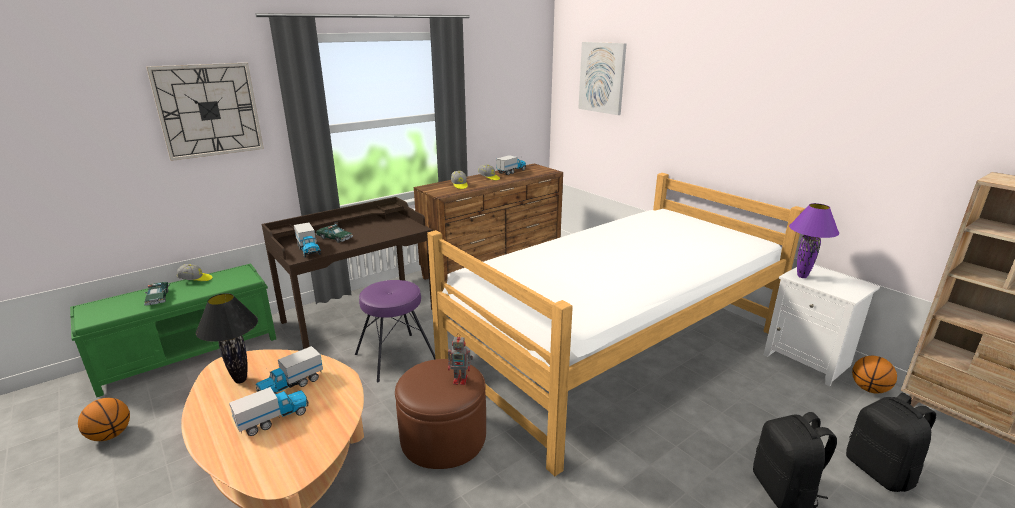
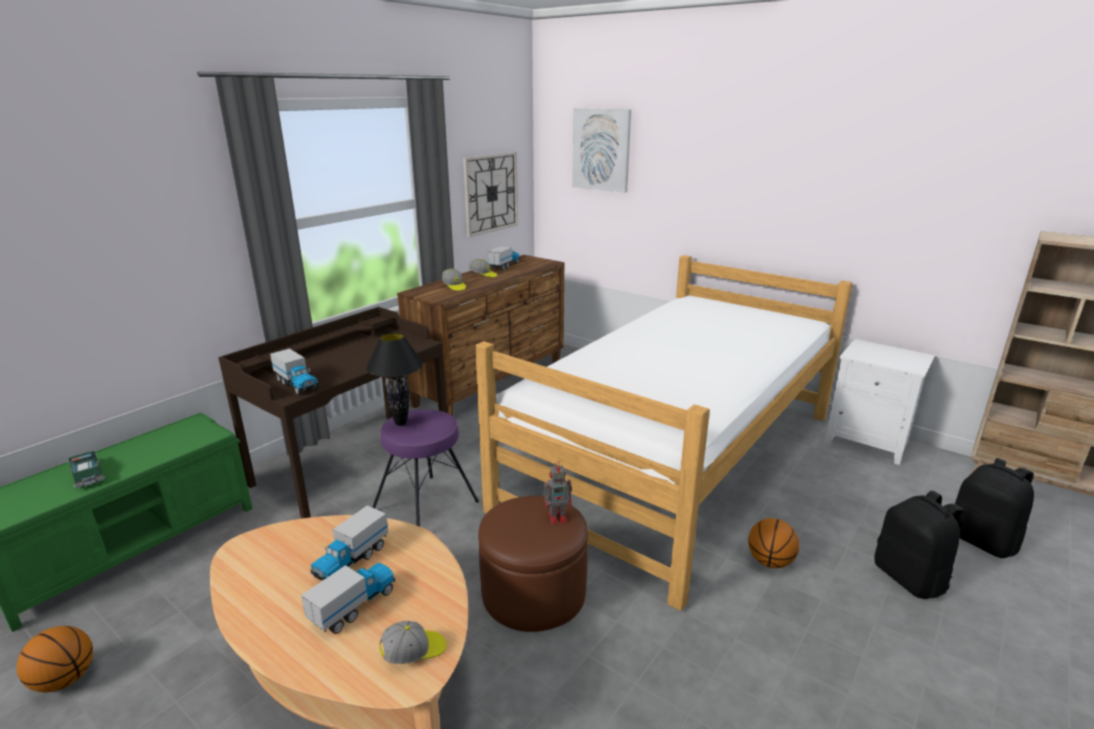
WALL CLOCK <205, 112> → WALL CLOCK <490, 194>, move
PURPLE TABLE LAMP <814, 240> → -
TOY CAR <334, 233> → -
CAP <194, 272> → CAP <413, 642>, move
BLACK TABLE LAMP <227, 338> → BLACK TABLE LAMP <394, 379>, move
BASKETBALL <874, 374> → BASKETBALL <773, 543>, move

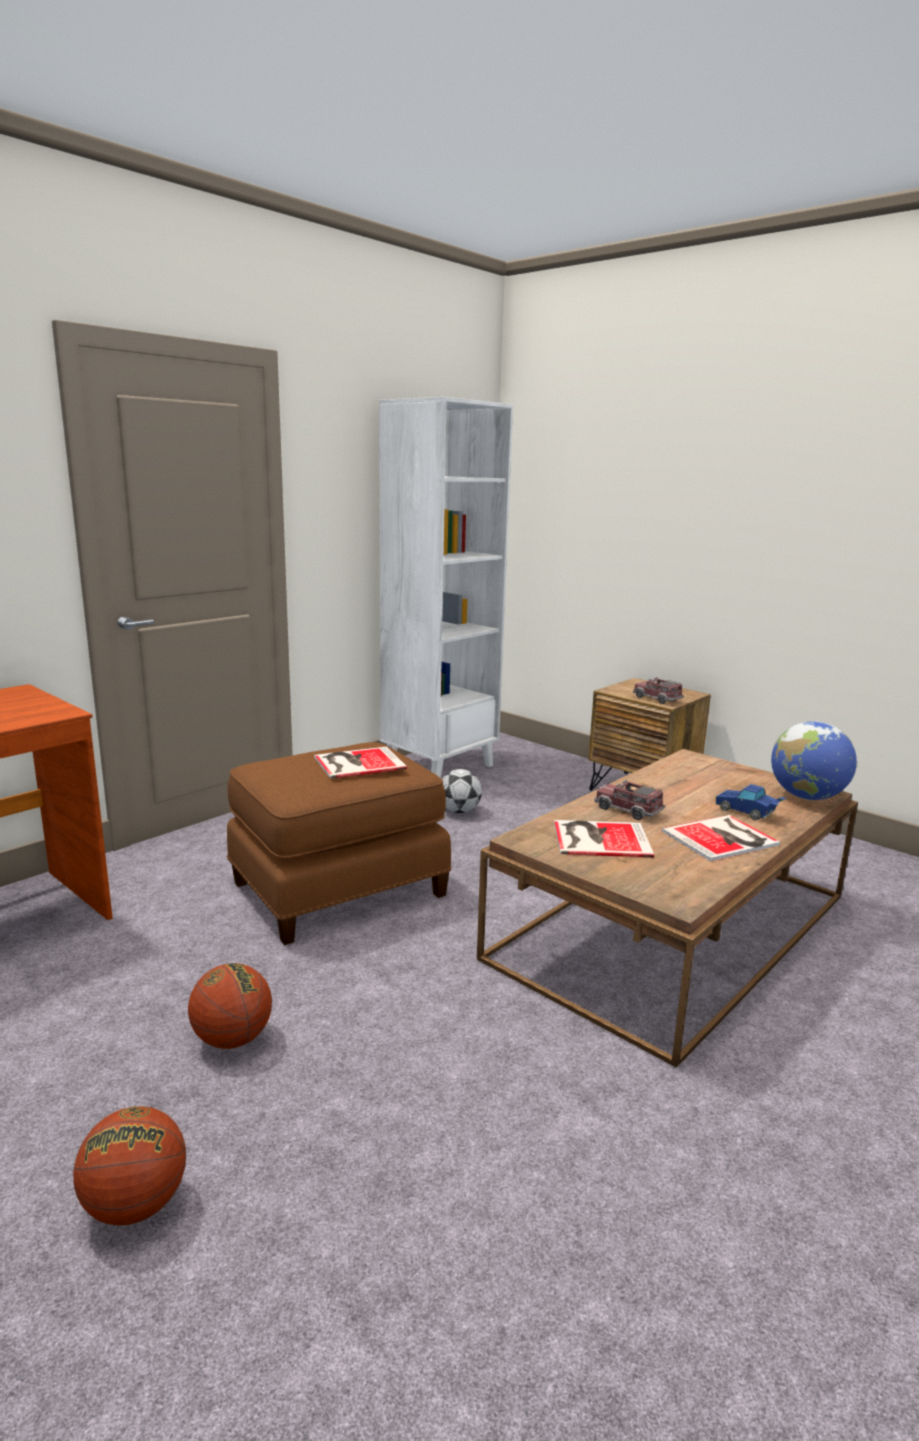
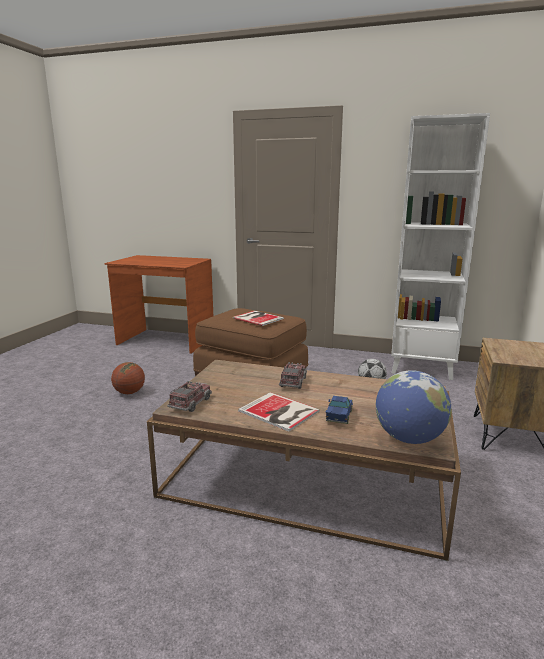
TOY TRUCK <658, 690> → TOY TRUCK <189, 396>, move
BOOK <604, 838> → -
BASKETBALL <129, 1165> → -

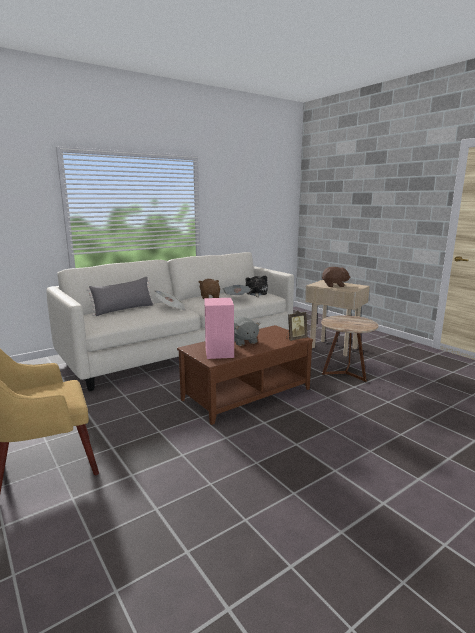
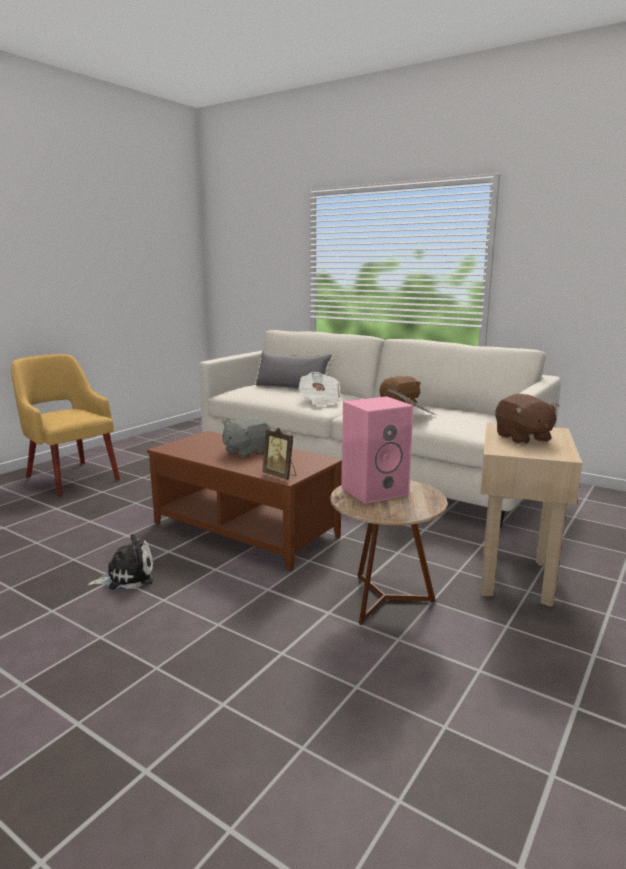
PLUSH TOY <257, 286> → PLUSH TOY <120, 561>, move
PINK SPEAKER <219, 328> → PINK SPEAKER <377, 450>, move

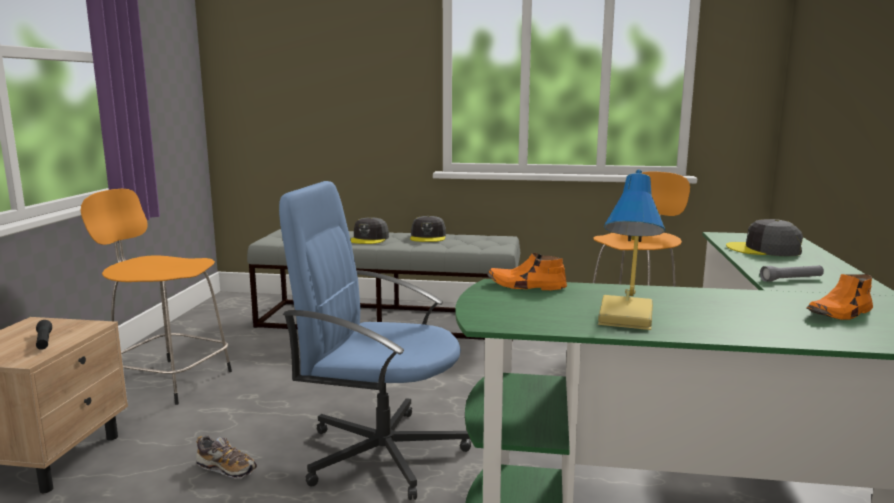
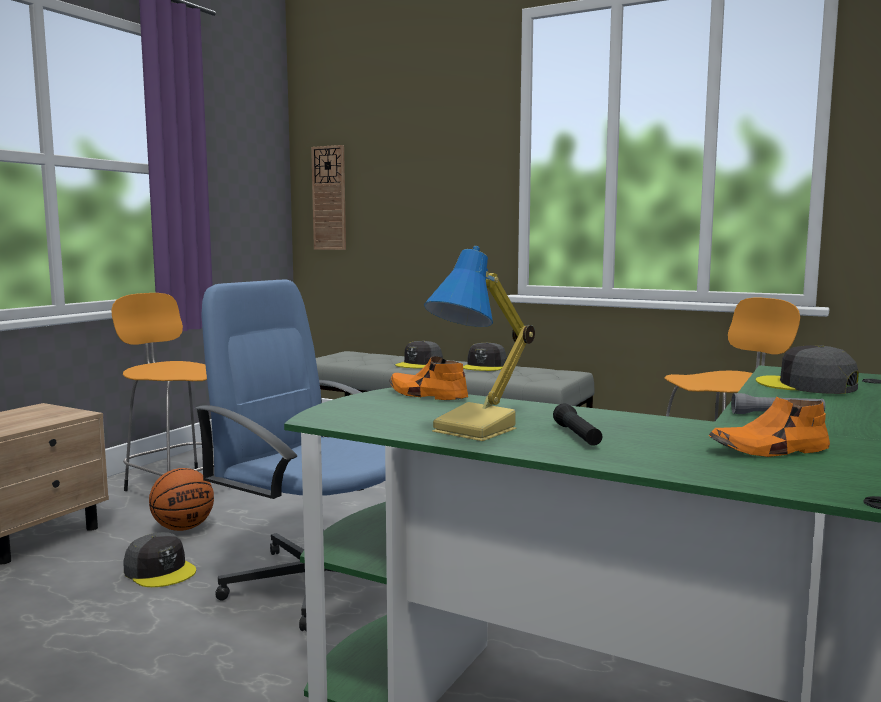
BLACK FLASHLIGHT <44, 335> → BLACK FLASHLIGHT <578, 424>, move
SHOE <226, 457> → GREY CAP <160, 559>
- → WALL CLOCK <328, 197>
- → BASKETBALL <181, 499>

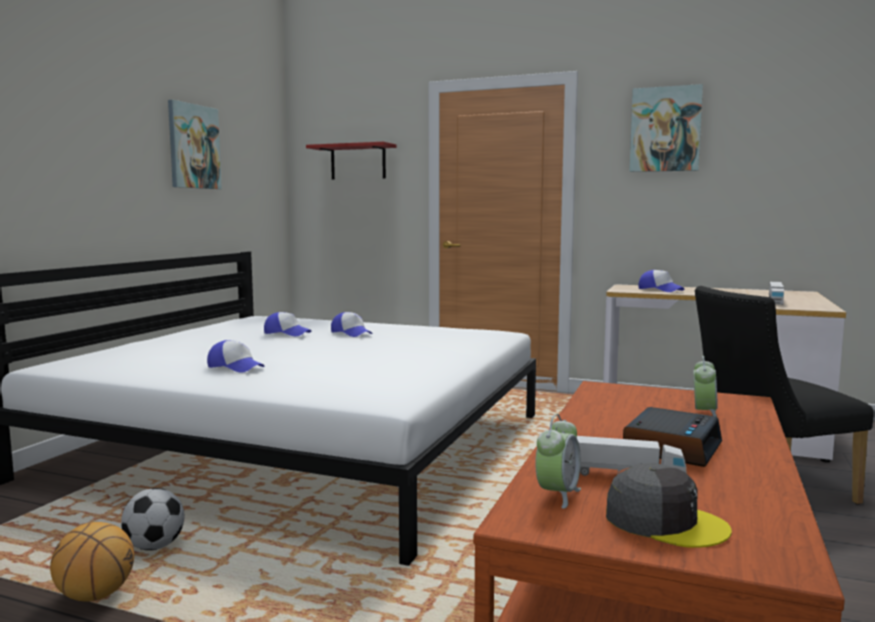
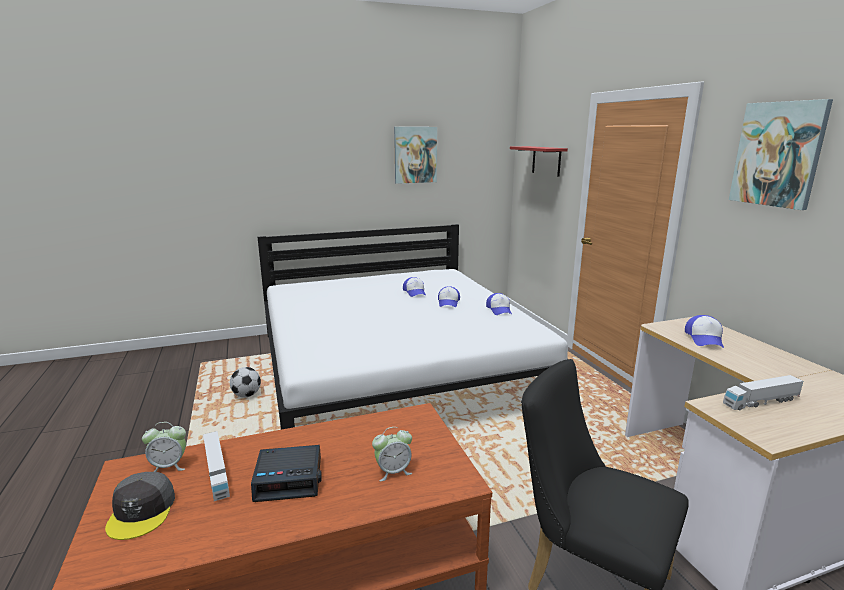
CAP <236, 356> → CAP <499, 304>, move
BASKETBALL <92, 562> → -

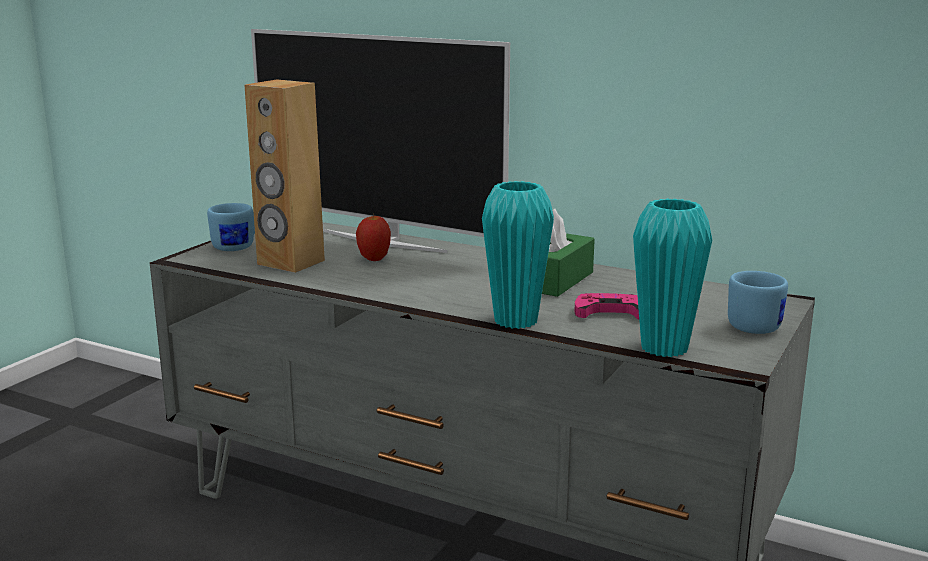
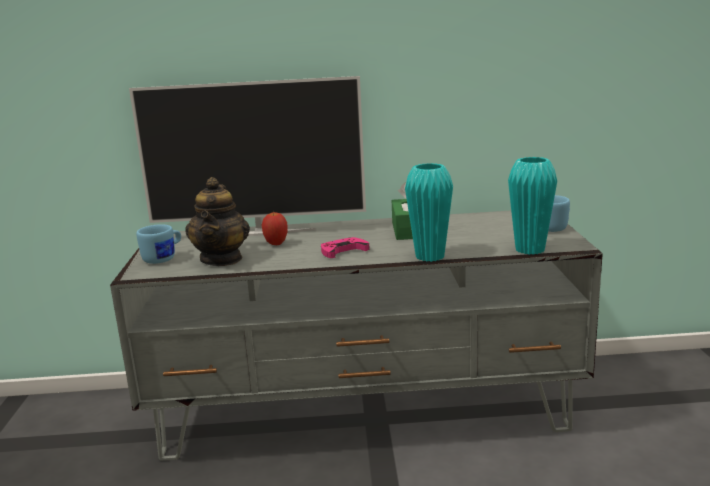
BROWN SPEAKER <284, 176> → TEAPOT <217, 221>
PINK GAME CONTROLLER <607, 306> → PINK GAME CONTROLLER <345, 247>, move

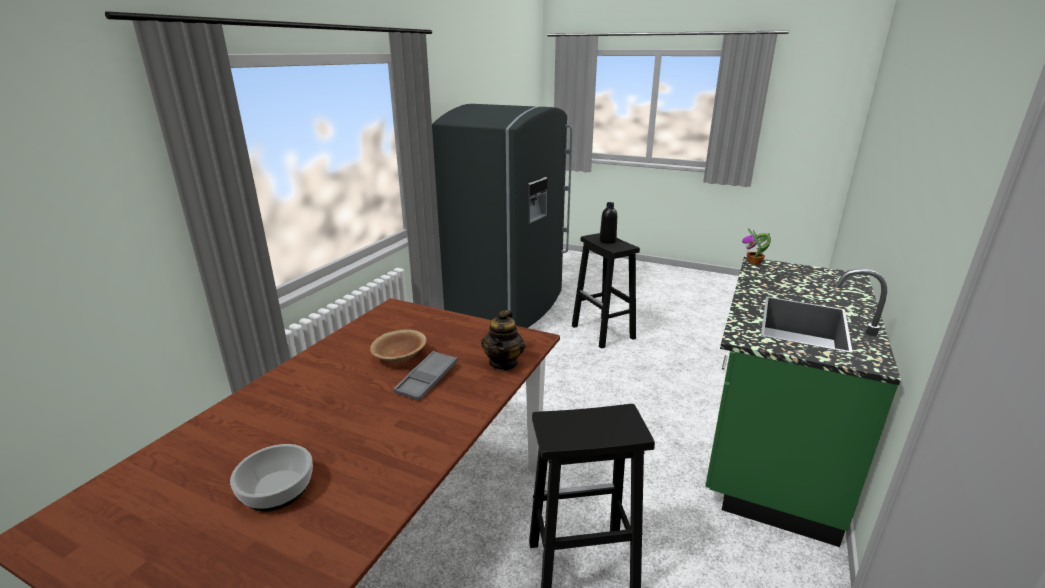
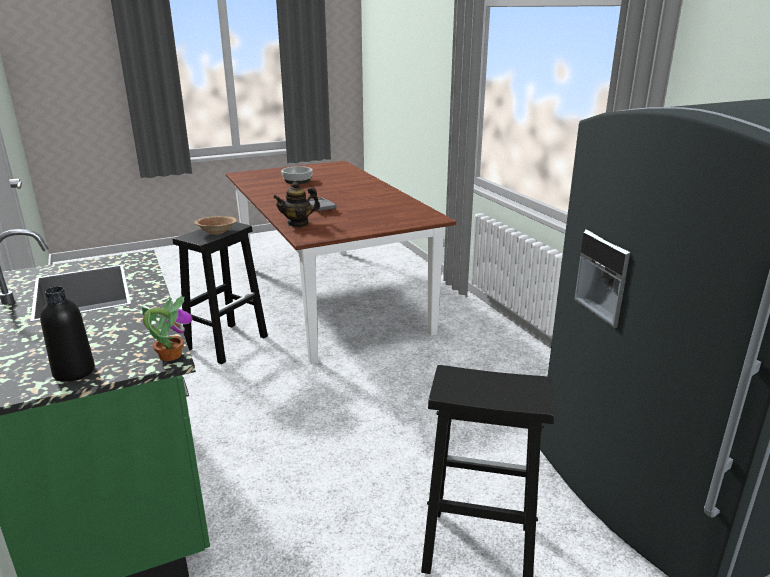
BLACK BOTTLE <608, 223> → BLACK BOTTLE <67, 334>, move
TEAPOT <503, 340> → TEAPOT <296, 204>, 75 degrees counterclockwise
BROWN BOWL <398, 346> → BROWN BOWL <215, 225>, move

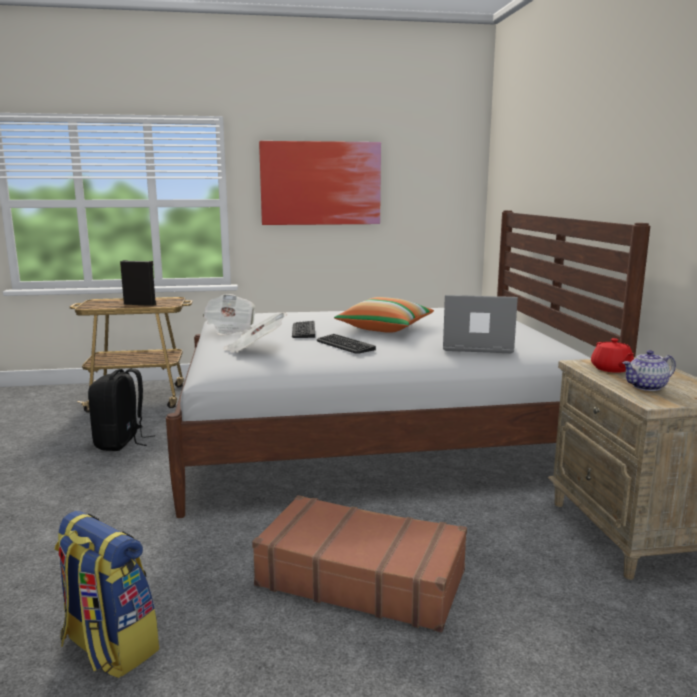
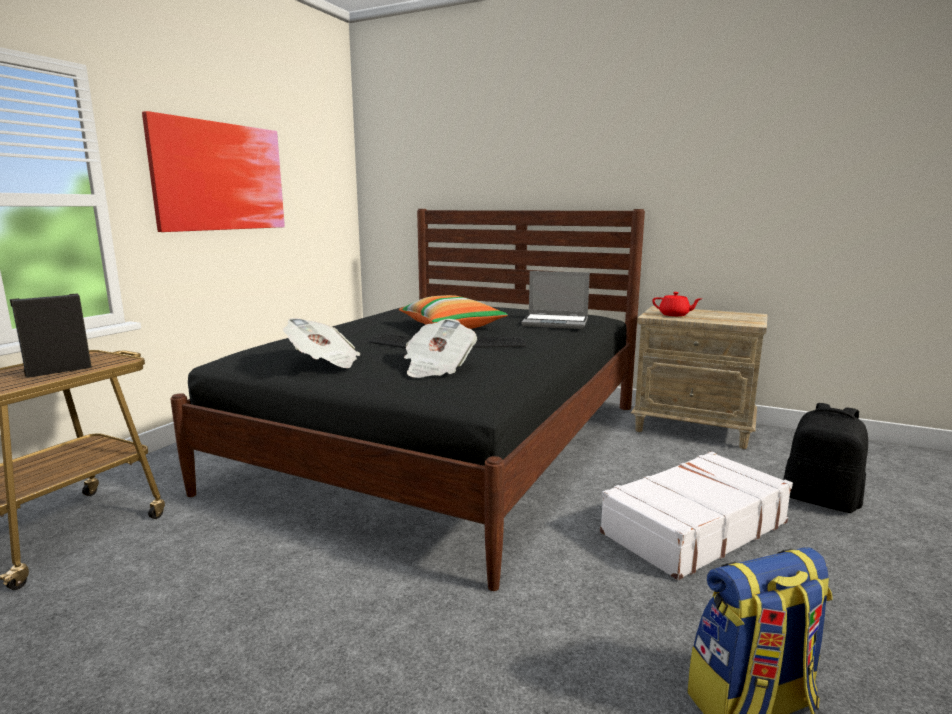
WHITE BED <408, 364> → BLACK BED <407, 400>
LAPTOP <480, 324> → LAPTOP <555, 300>, 120 degrees counterclockwise
TEAPOT <649, 370> → -
BLACK BACKPACK <121, 409> → BLACK BACKPACK <825, 458>, move
BROWN SUITCASE <359, 564> → WHITE SUITCASE <696, 515>

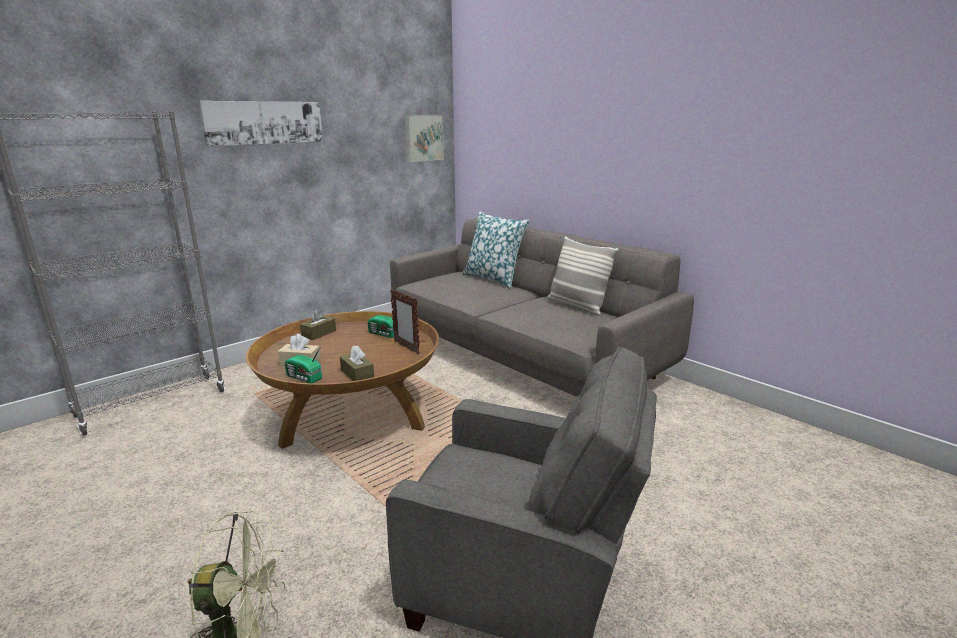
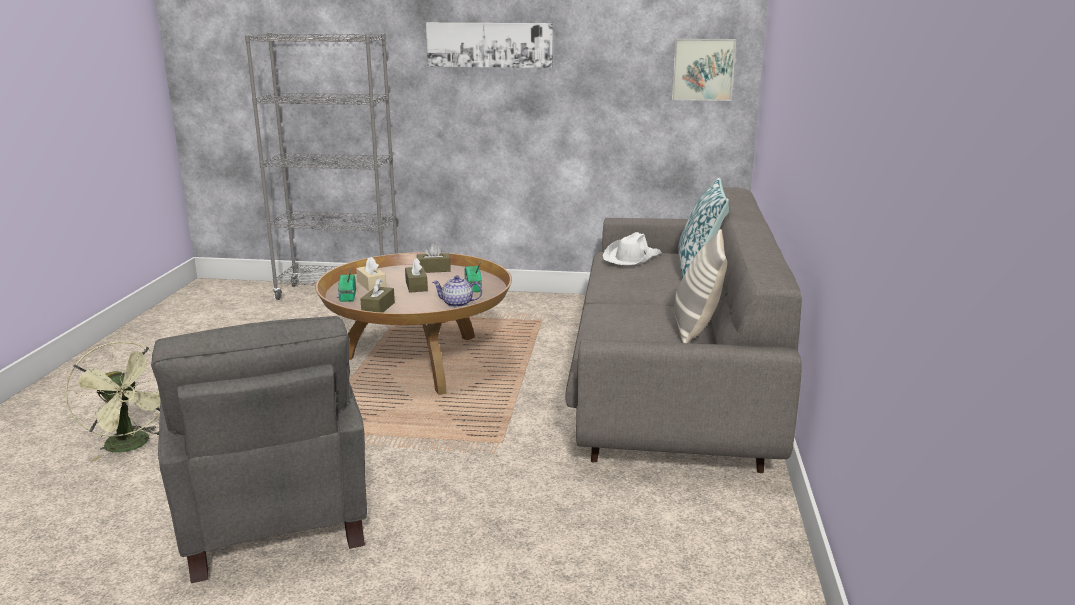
PICTURE FRAME <405, 322> → TEAPOT <457, 291>
- → WHITE HAT <632, 248>
- → BROWN TISSUE BOX <416, 275>

